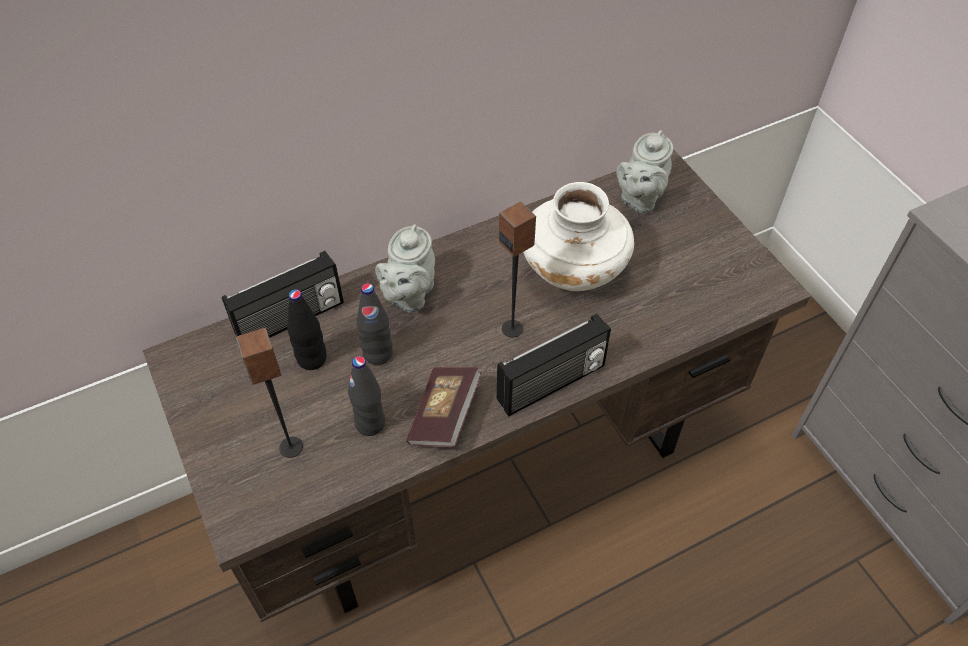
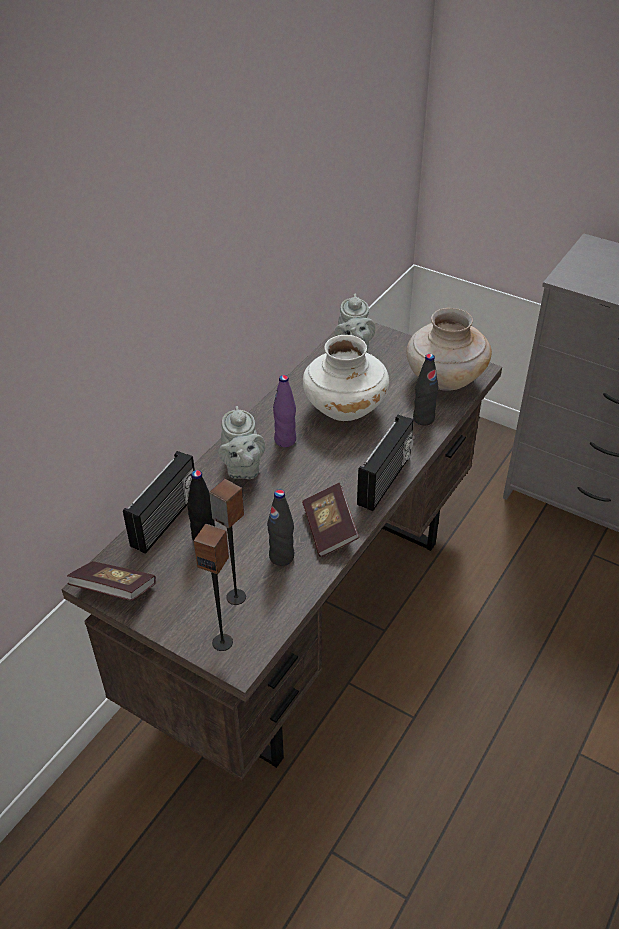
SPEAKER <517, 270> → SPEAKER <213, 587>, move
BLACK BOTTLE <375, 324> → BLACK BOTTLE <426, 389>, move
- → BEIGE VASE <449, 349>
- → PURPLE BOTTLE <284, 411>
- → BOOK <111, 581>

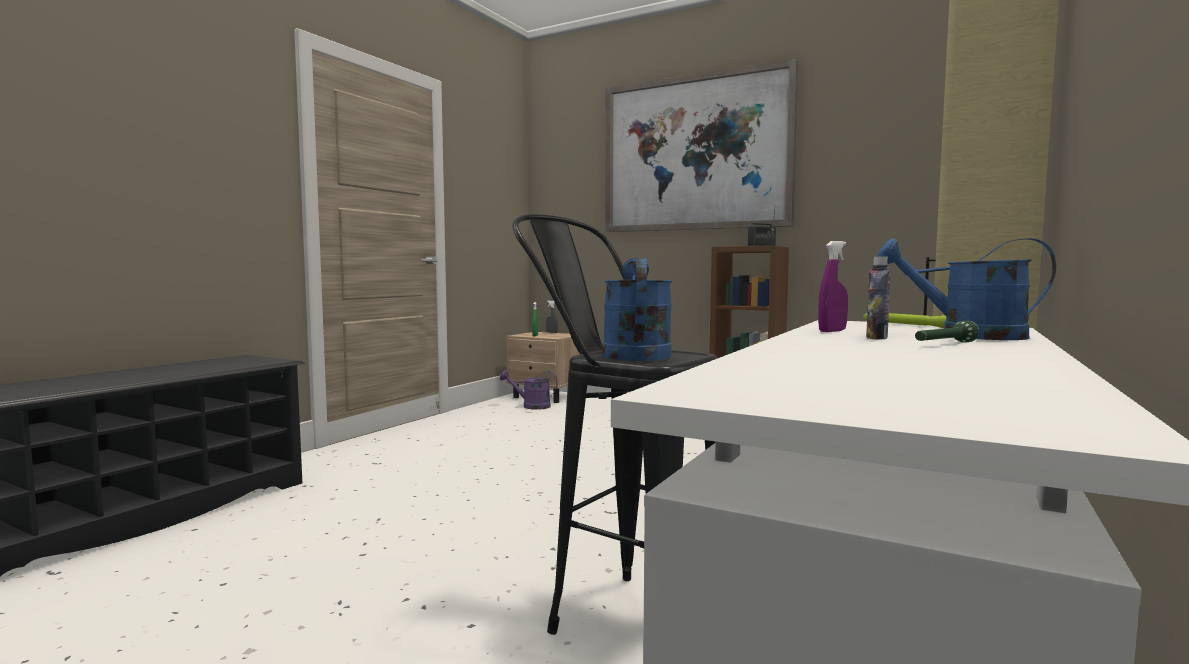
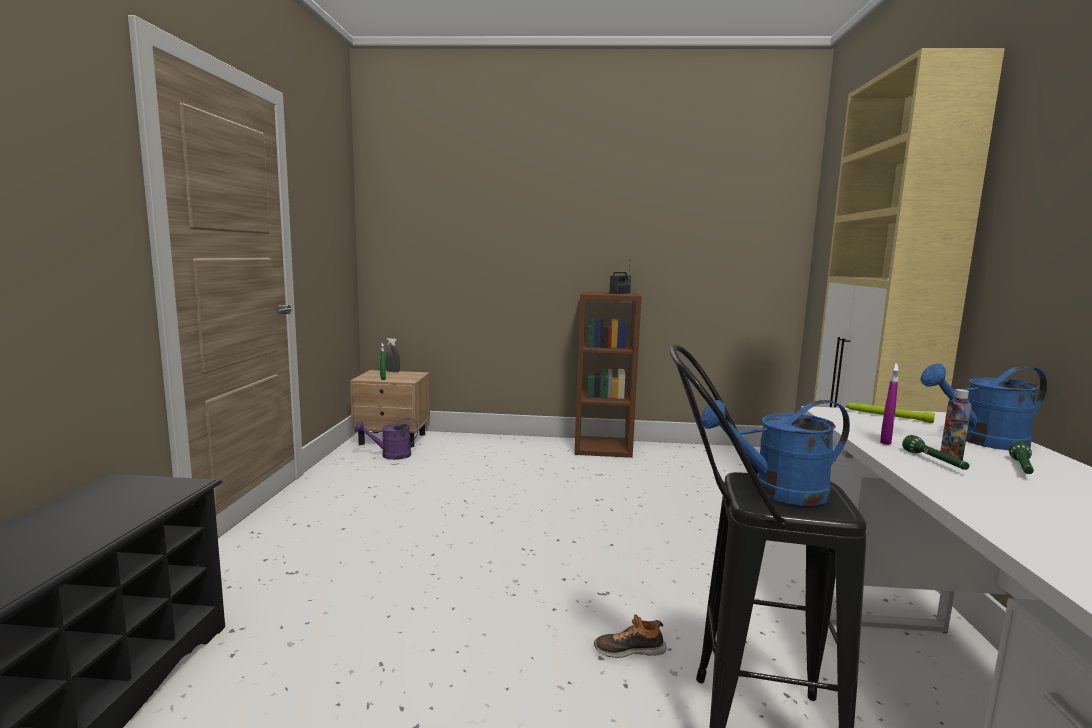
PICTURE <702, 145> → -
BLUE WATERING CAN <637, 309> → BLUE WATERING CAN <775, 453>, 75 degrees counterclockwise
- → GREEN FLASHLIGHT <935, 452>
- → SHOE <630, 636>

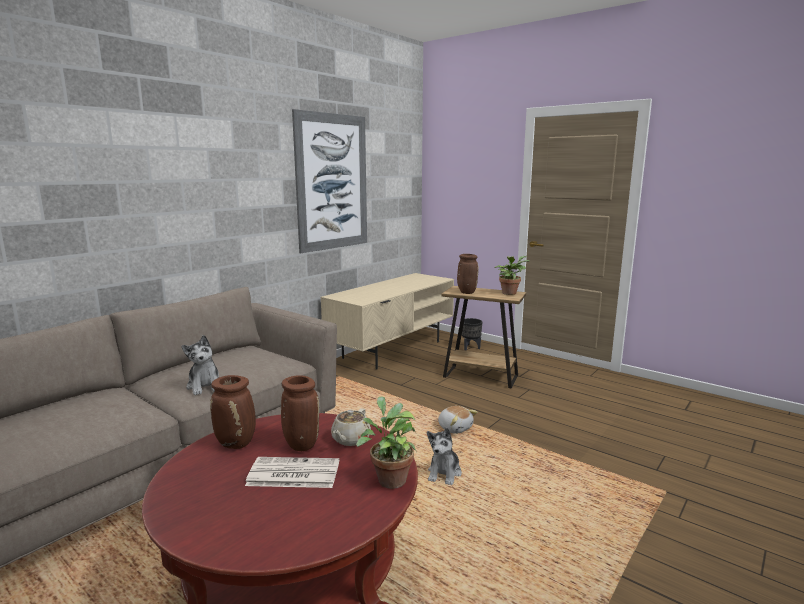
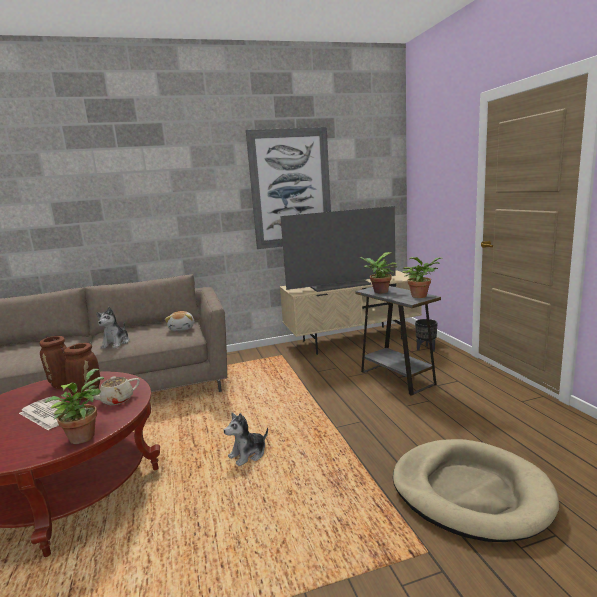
BROWN VASE <468, 274> → POTTED PLANT <378, 272>
BROWN SIDE TABLE <483, 337> → GREY SIDE TABLE <398, 341>
PLUSH TOY <458, 420> → PLUSH TOY <179, 321>, move
- → TELEVISION <338, 249>
- → BEIGE DOG BED <476, 490>

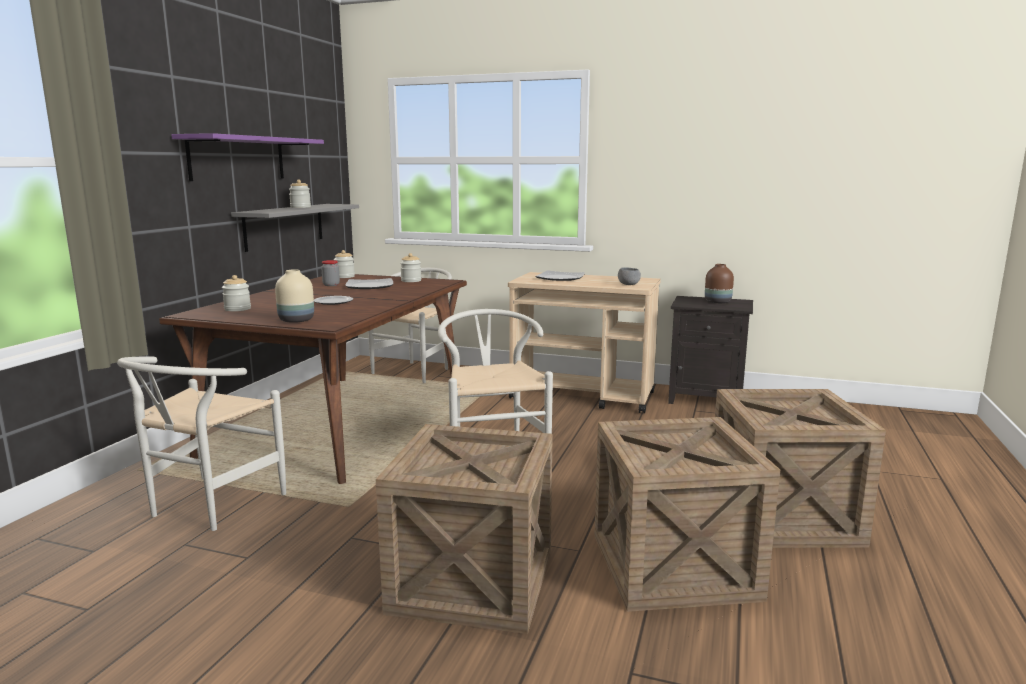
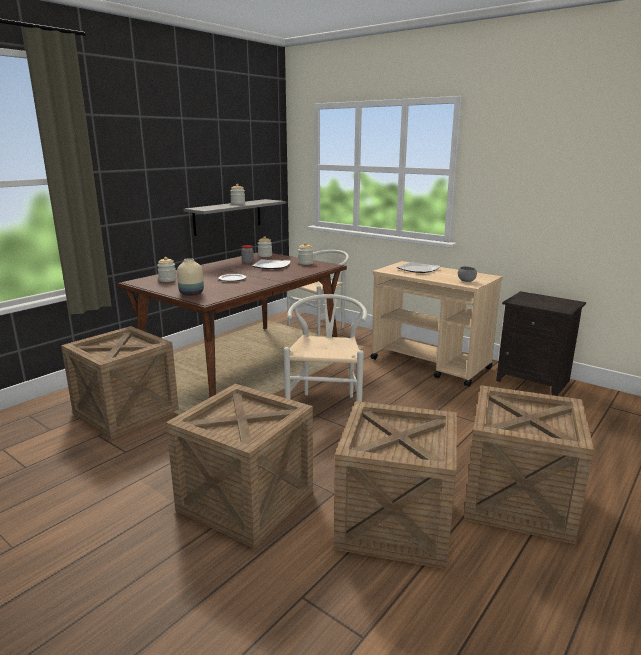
PURPLE SHELF <247, 157> → -
BROWN VASE <719, 283> → -
WHITE CHAIR <201, 444> → CRATE <120, 382>

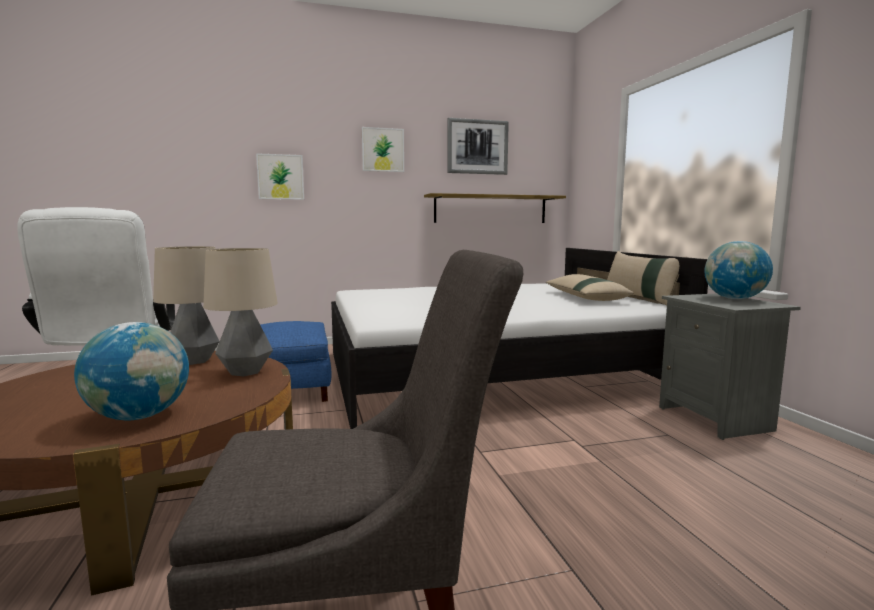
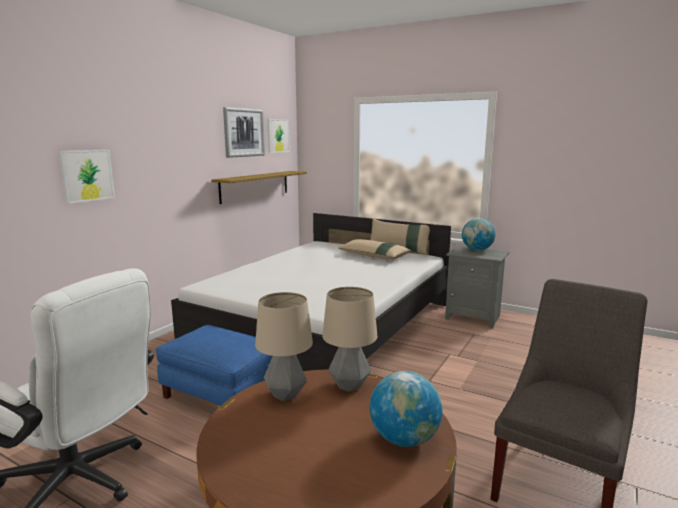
PICTURE <383, 149> → PICTURE <278, 136>, move

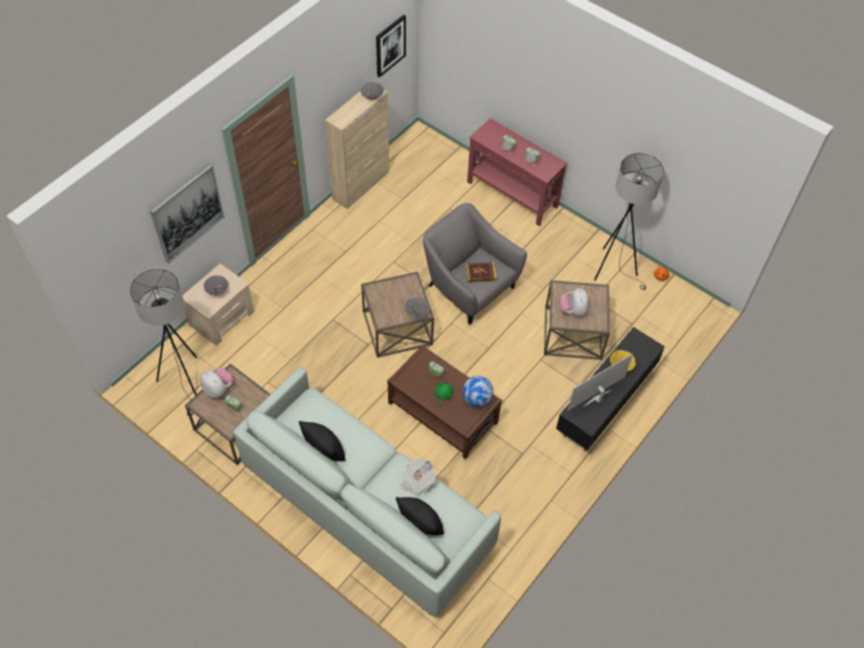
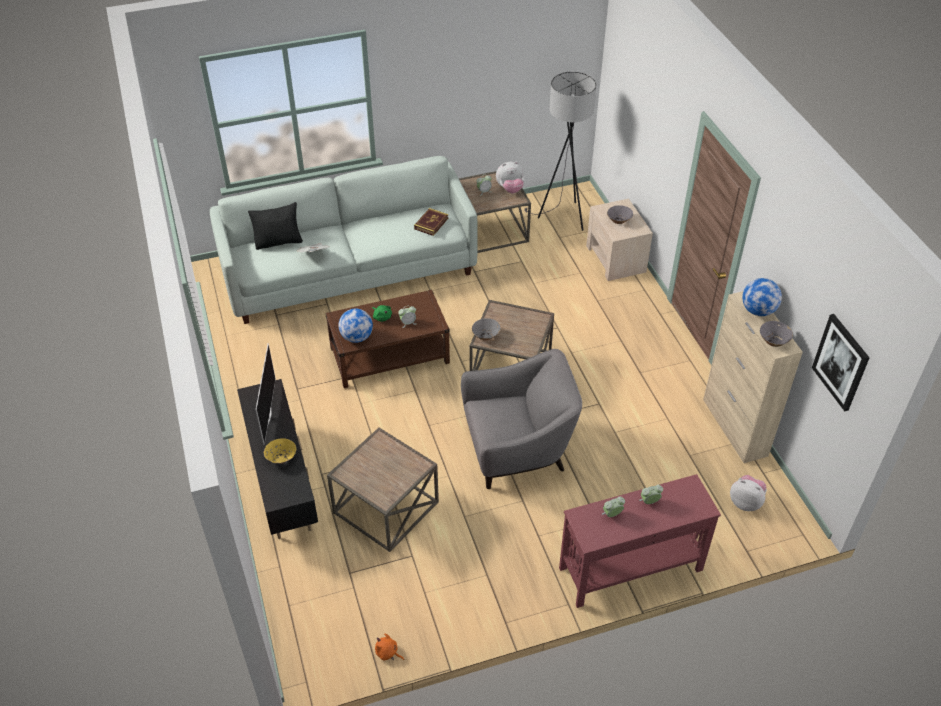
GREY FLOOR LAMP <629, 221> → -
PICTURE <187, 214> → -
BOOK <481, 272> → BOOK <431, 222>, move
PLUSH TOY <574, 302> → PLUSH TOY <748, 493>, move
BLACK PILLOW <322, 441> → -
- → GLOBE <762, 297>

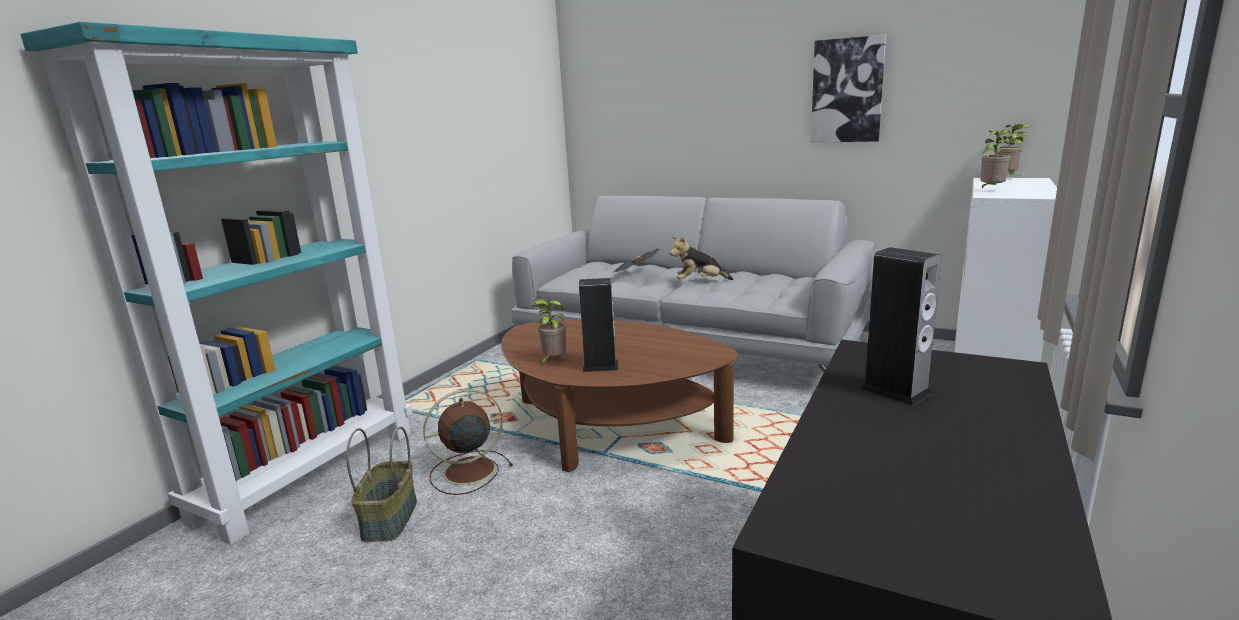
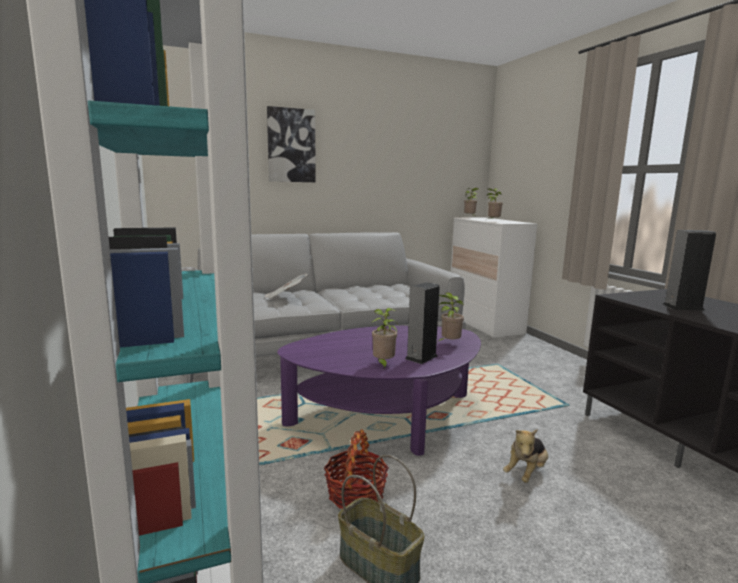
PICTURE <848, 89> → PICTURE <291, 144>, move
PLUSH TOY <701, 258> → PLUSH TOY <525, 456>, move
BROWN COFFEE TABLE <619, 396> → PURPLE COFFEE TABLE <379, 391>
BROWN FAN <468, 442> → BASKET <356, 469>
- → POTTED PLANT <451, 316>

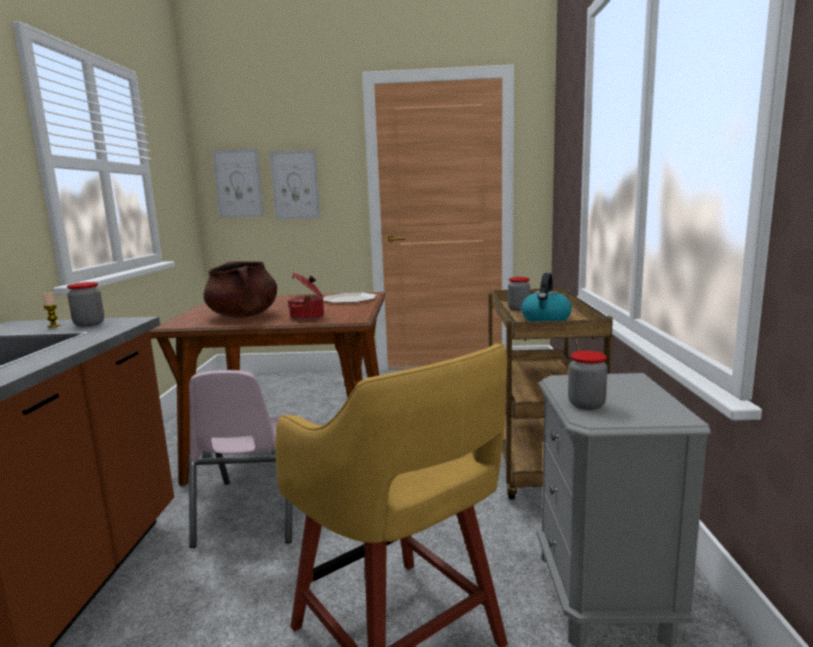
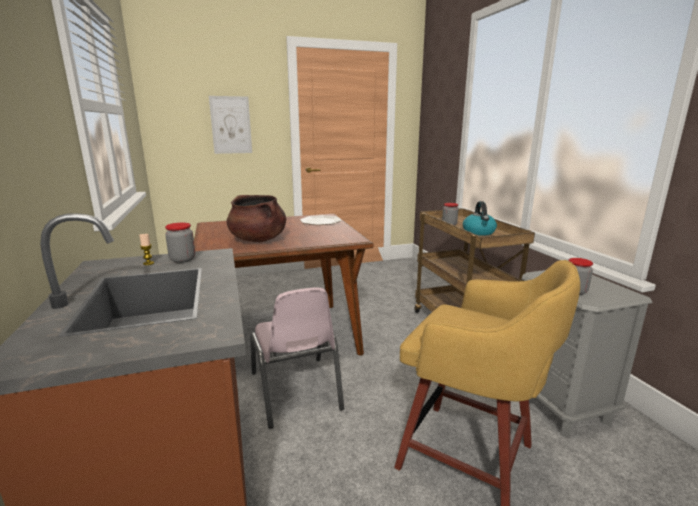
PICTURE <238, 183> → -
COOKING POT <306, 296> → -

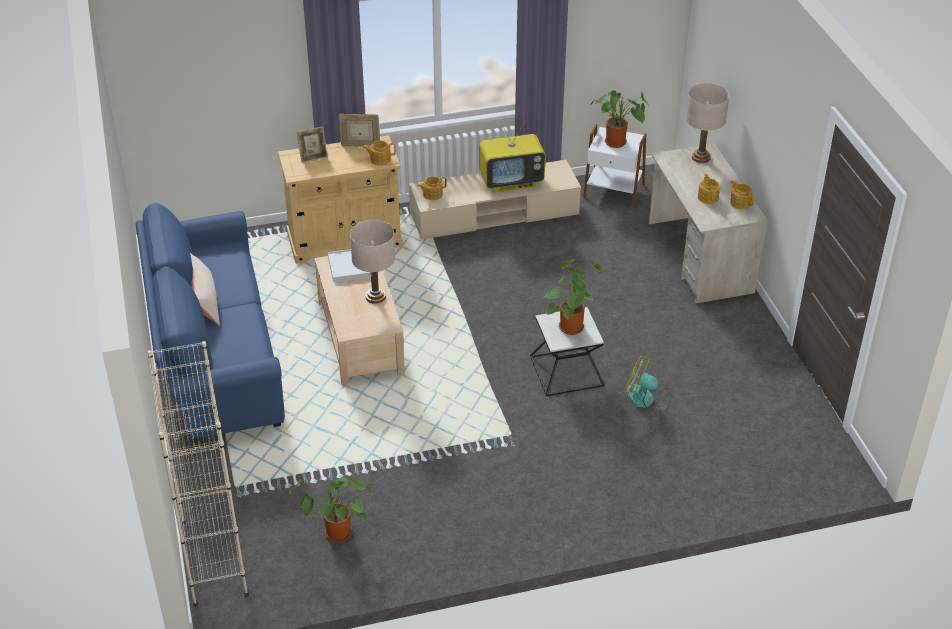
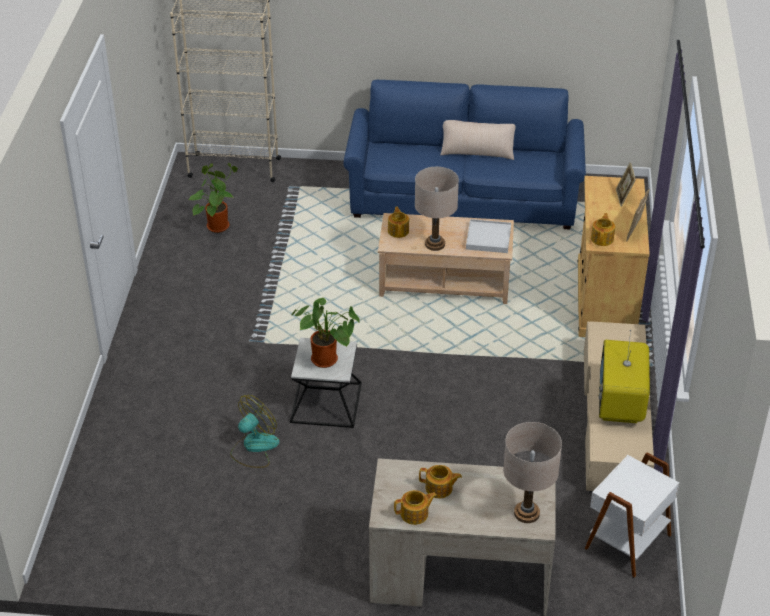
POTTED PLANT <619, 119> → -
TEAPOT <432, 188> → TEAPOT <398, 222>, move

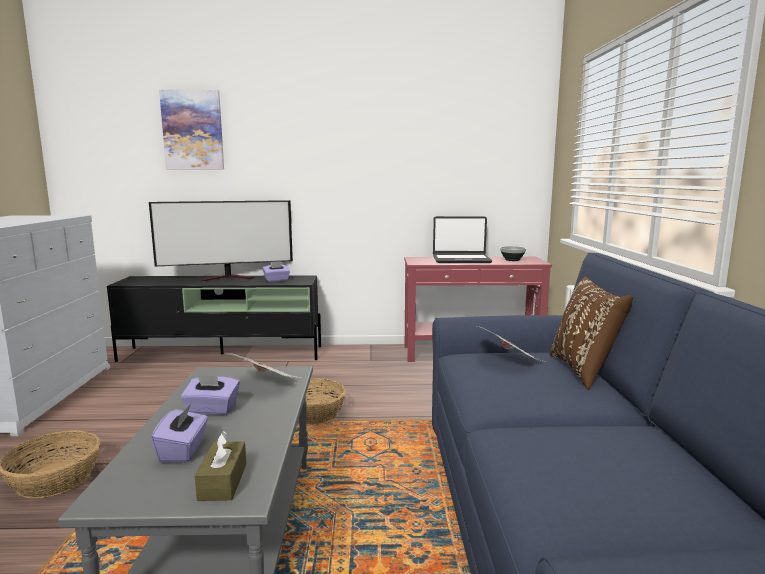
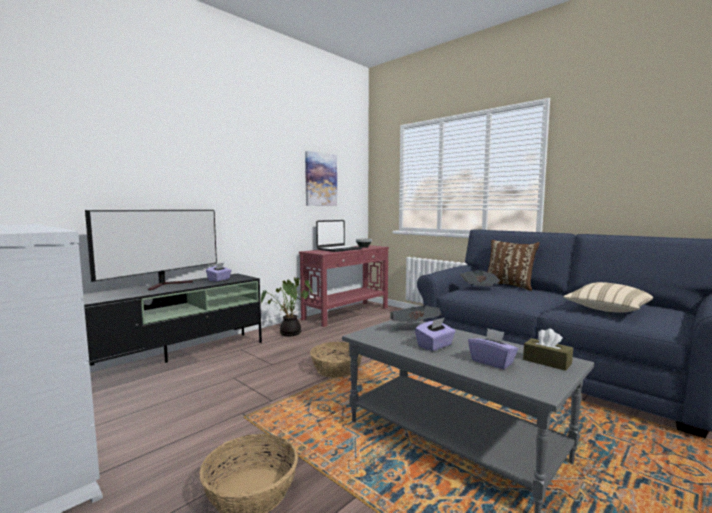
PICTURE <191, 129> → PICTURE <321, 178>, move
- → POTTED PLANT <287, 306>
- → BEIGE PILLOW <608, 297>

